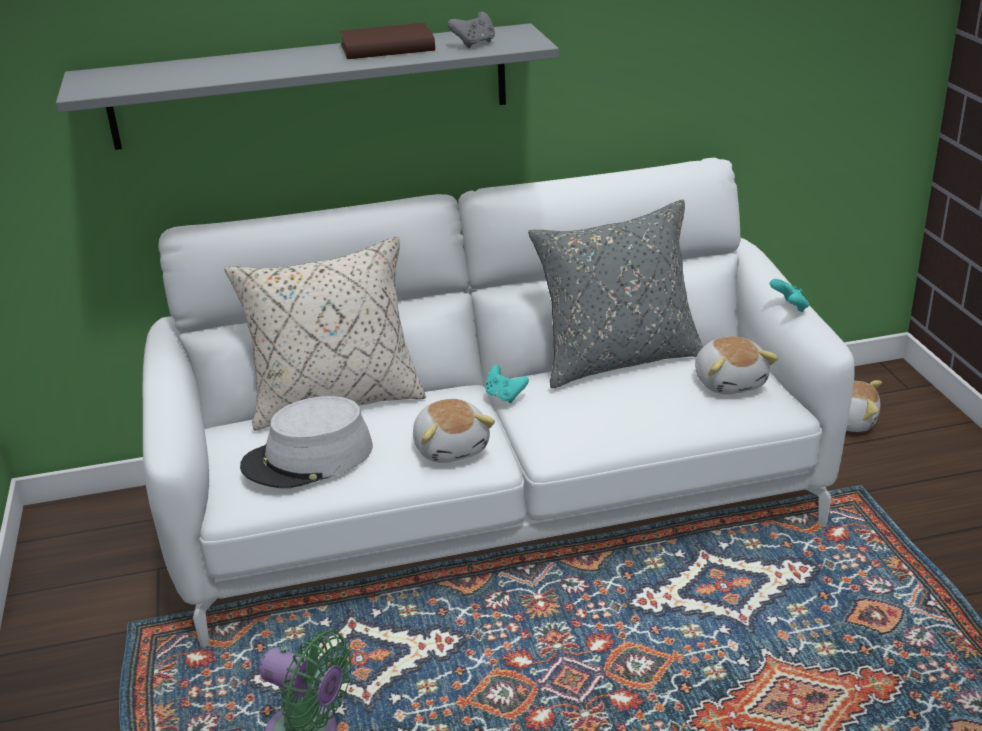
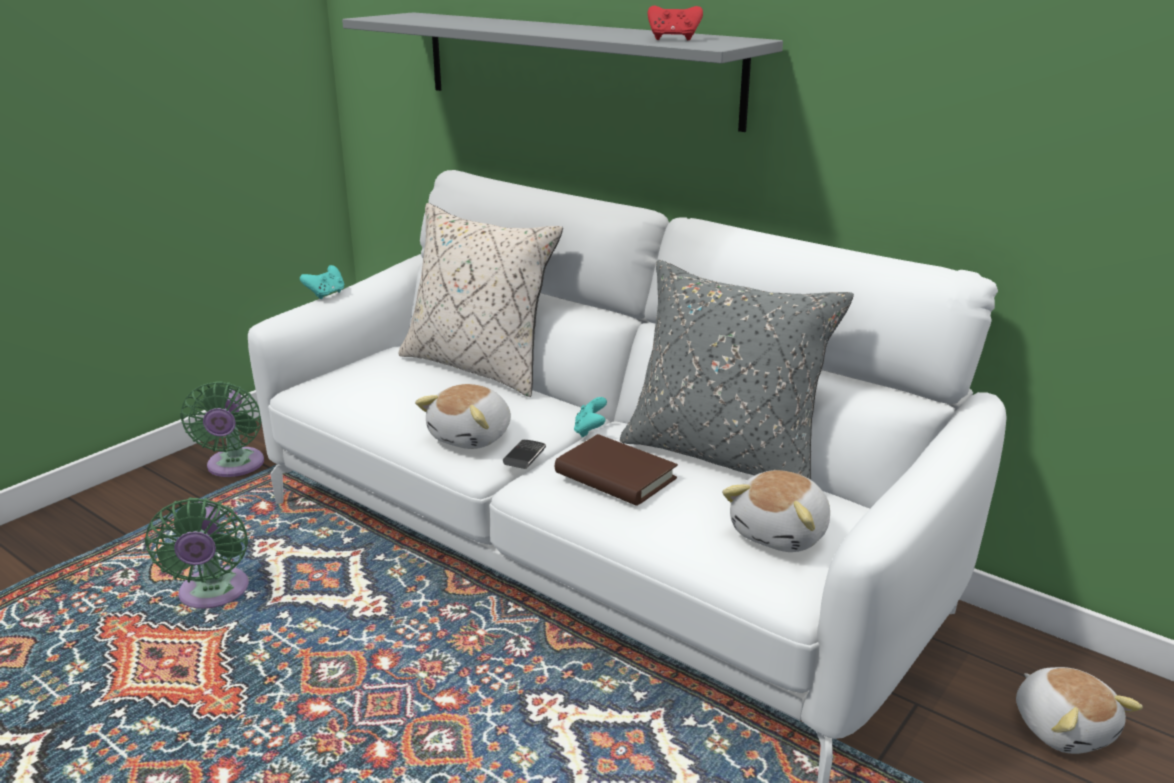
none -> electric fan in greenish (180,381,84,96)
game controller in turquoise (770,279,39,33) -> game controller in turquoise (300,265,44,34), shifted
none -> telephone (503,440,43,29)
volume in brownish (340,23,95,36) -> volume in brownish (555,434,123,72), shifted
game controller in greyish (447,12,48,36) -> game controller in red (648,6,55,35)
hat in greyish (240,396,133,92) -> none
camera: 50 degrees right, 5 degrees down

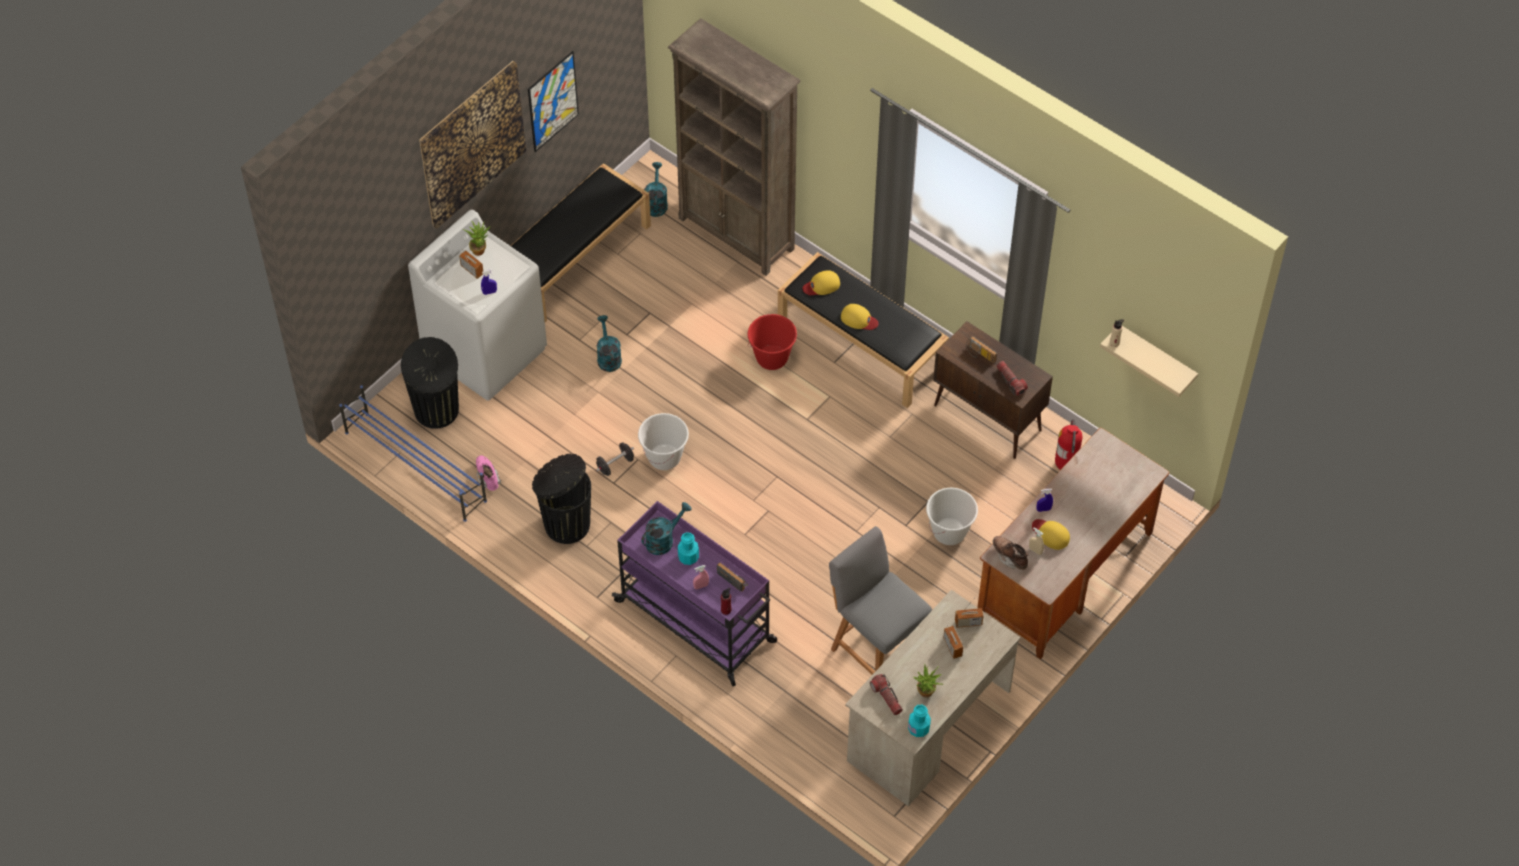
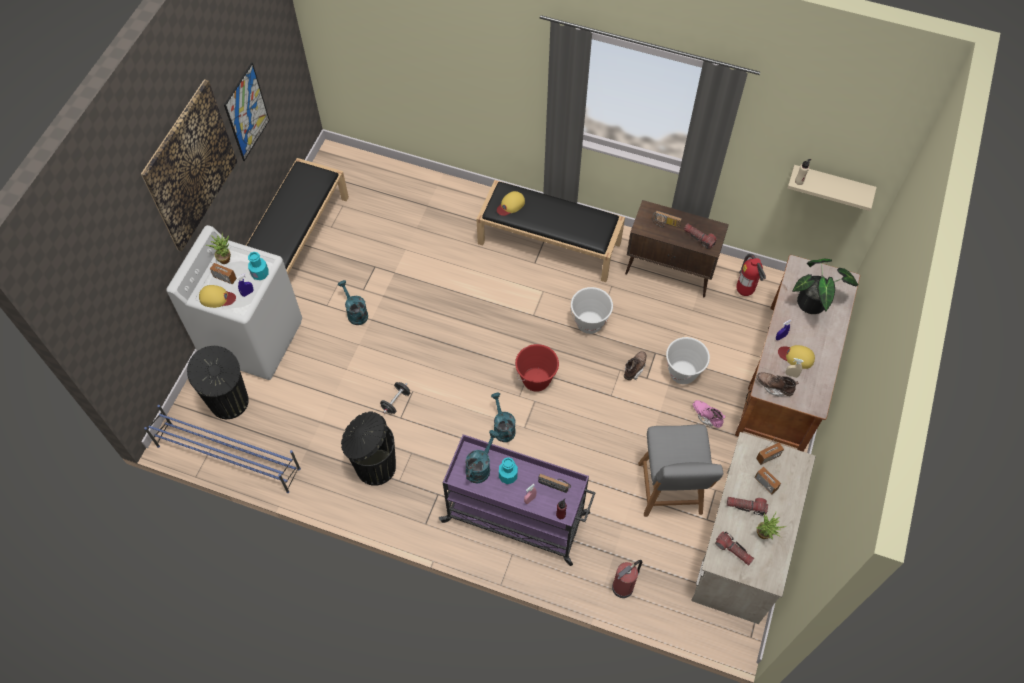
baseball cap in yellow-coloured (841,304,38,26) -> baseball cap in yellow-coloured (199,285,37,23), shifted
bottle in turquoise (908,705,23,32) -> bottle in turquoise (248,252,21,28), shifted
sprinkling can in turquoise (644,162,24,55) -> sprinkling can in turquoise (491,393,25,49), shifted
water bucket in red (747,314,50,56) -> water bucket in red (515,344,44,48), shifted
water bucket in whitish (638,413,51,57) -> water bucket in whitish (571,287,42,47), shifted
none -> extinguisher (612,560,30,38)
none -> boot in brownish (624,351,23,29)
plain chair in greyish (829,526,103,149) -> plain chair in greyish (638,424,85,93), 120 degrees counterclockwise
boot in pink-coloured (476,455,25,36) -> boot in pink-coloured (693,400,32,28), shifted
none -> hand torch (727,497,41,19)
none -> plant in a pot (792,259,66,55)
shelving unit in brownish (668,18,133,258) -> none
camera: 20 degrees left, 5 degrees up

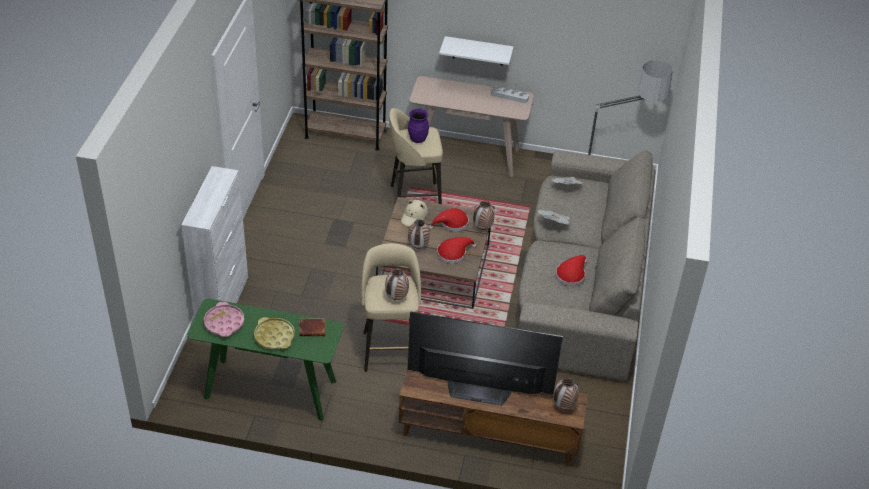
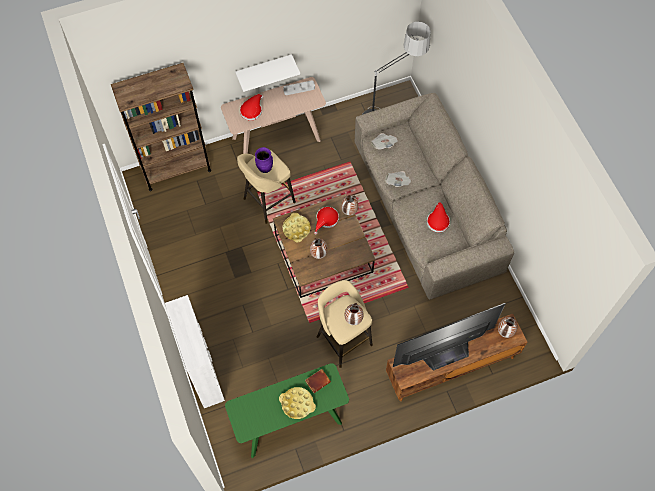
hat in red (437,237,39,27) -> hat in red (240,94,23,26), shifted
hat in beige-coloured (401,200,27,27) -> tray in yellow-coloured (283,213,28,29)
tray in pink-coloured (204,302,40,35) -> none
camera: 30 degrees left, 20 degrees up

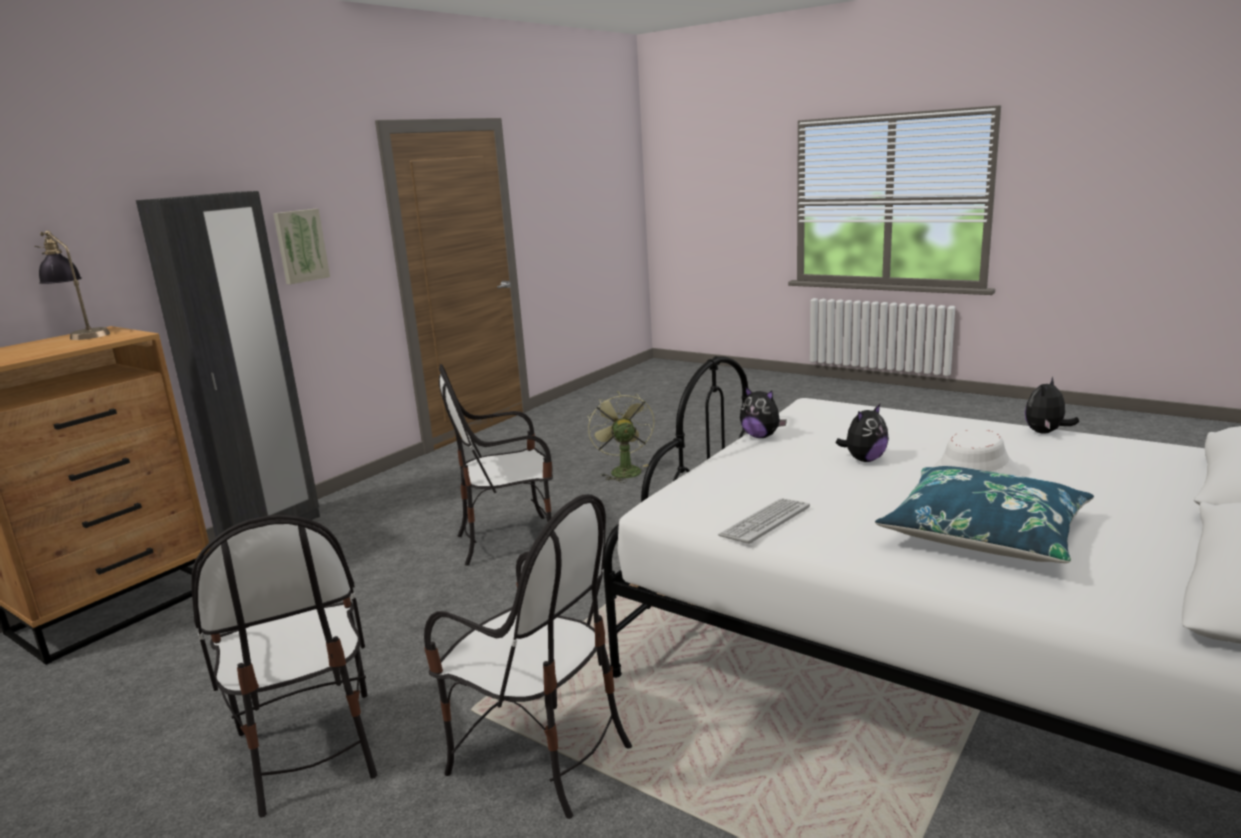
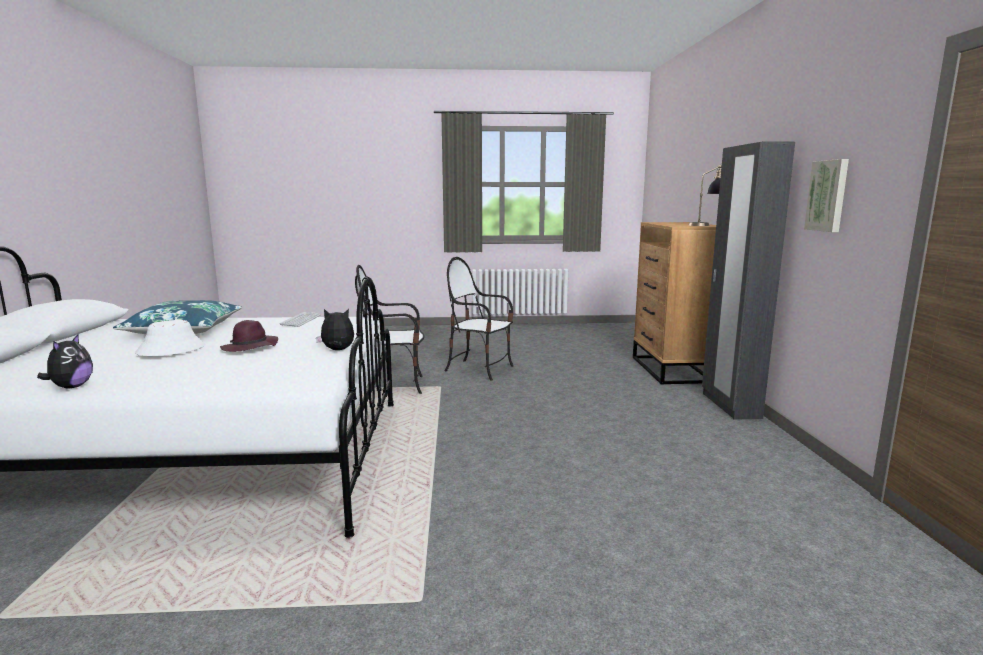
soft toy (836,404,53,58) -> hat in purple-coloured (220,320,58,32)
plain chair (439,364,114,202) -> none
electric fan in greenish (588,391,67,92) -> none
camera: 140 degrees right, 5 degrees down

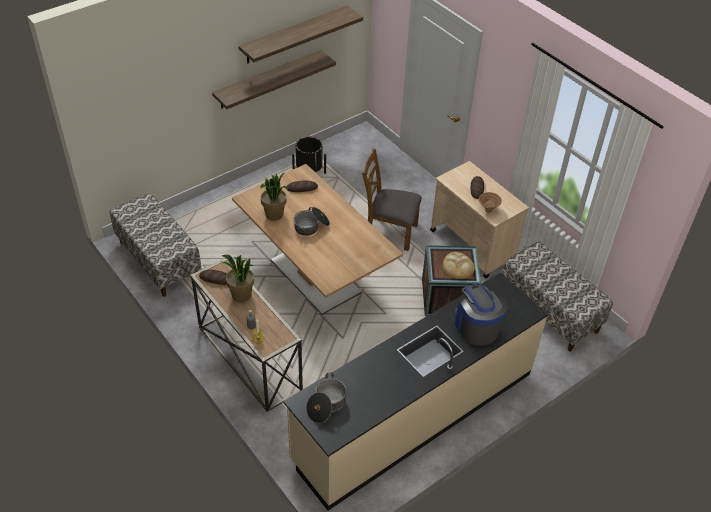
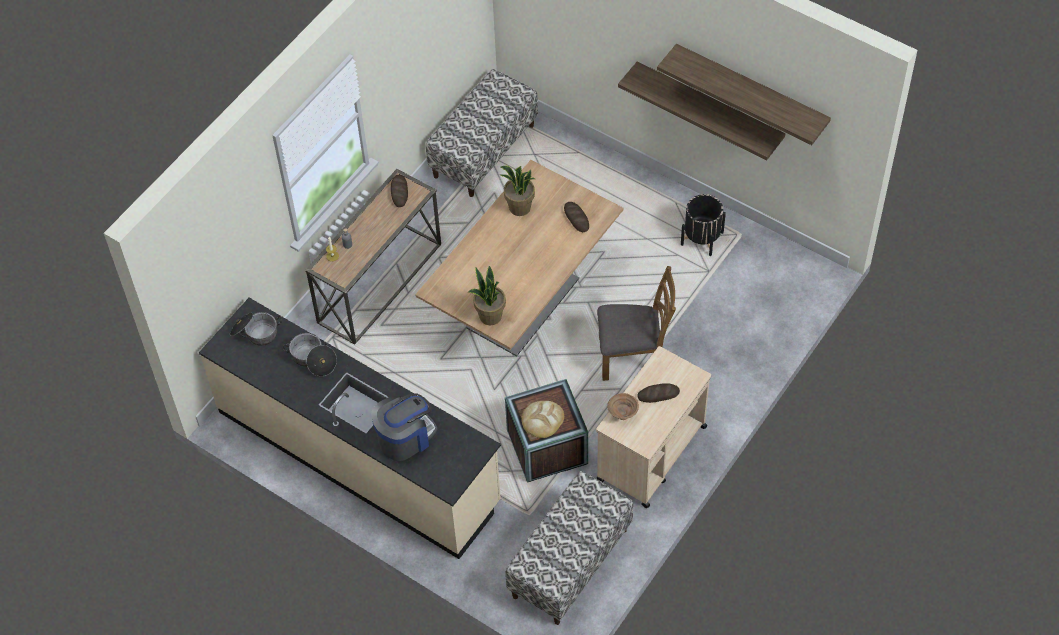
stockpot (294,207,36,29) -> stockpot (283,333,54,43), shifted
plant in a pot (222,255,32,47) -> plant in a pot (469,266,37,59), shifted
plain chair in brownish (362,148,60,103) -> plain chair in brownish (597,266,79,115), 90 degrees clockwise
camera: 75 degrees right, 10 degrees up

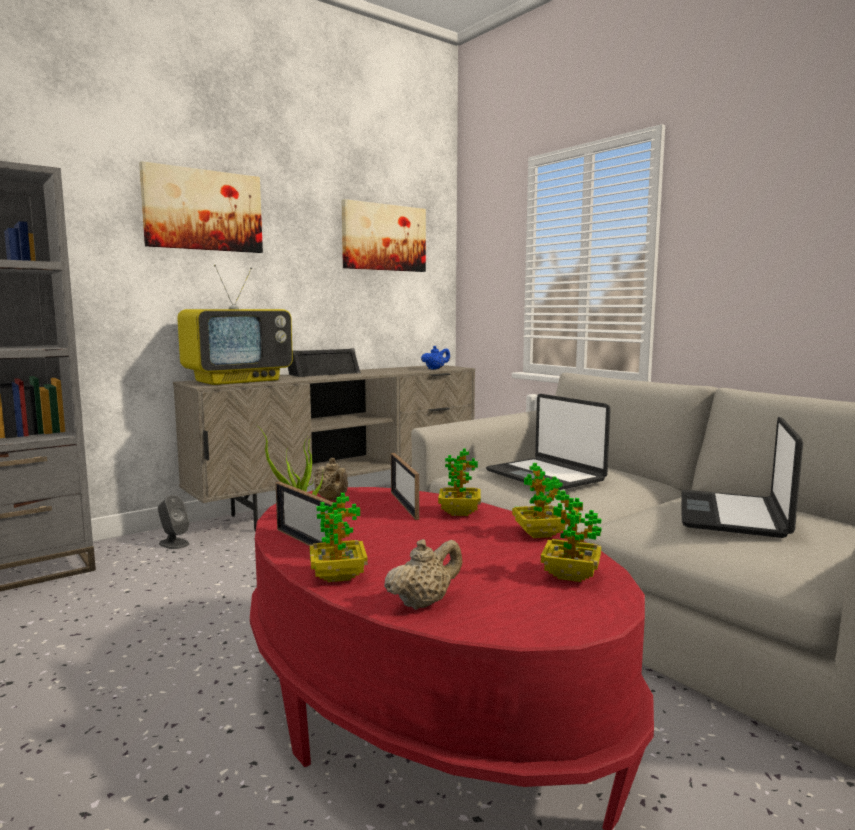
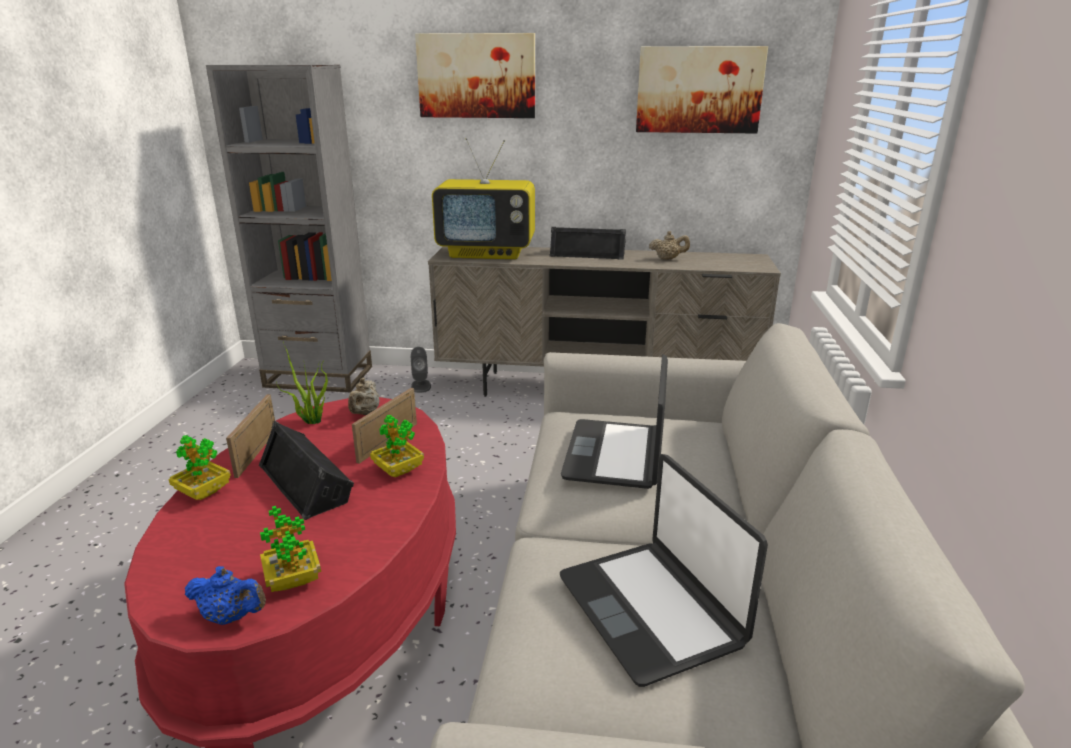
tea pot in blue-coloured (421,346,29,24) -> tea pot in blue-coloured (185,566,81,59), shifted
none -> loudspeaker in black-coloured (259,420,95,100)
laptop (681,417,122,121) -> laptop (560,454,208,233), 90 degrees counterclockwise
tea pot in beige-coloured (384,539,78,71) -> tea pot in beige-coloured (649,231,41,29), shifted
plant in a pot (512,463,55,75) -> none
camera: 45 degrees right, 15 degrees up

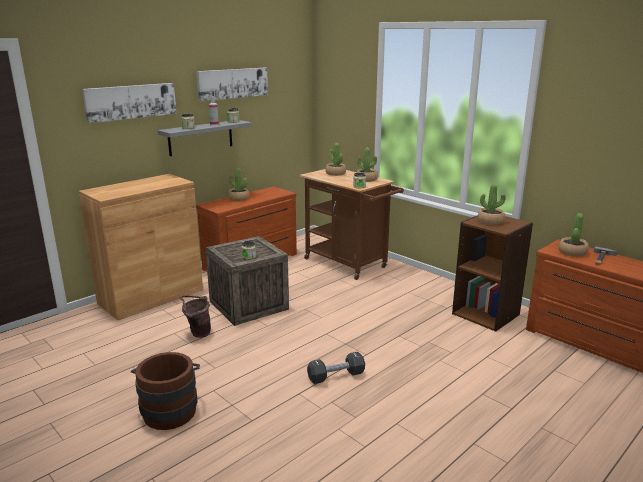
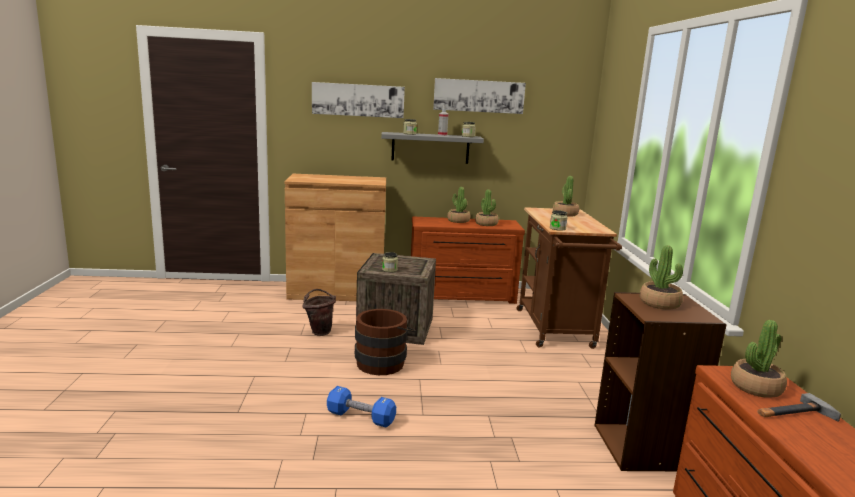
free weight in black-coloured (307,352,58,32) -> free weight in blue-coloured (327,386,69,42)
water bucket in brownish (131,352,69,78) -> water bucket in brownish (355,309,61,66), shifted
plant in a pot (357,148,21,34) -> plant in a pot (475,189,24,37), shifted
camera: 40 degrees right, 5 degrees down

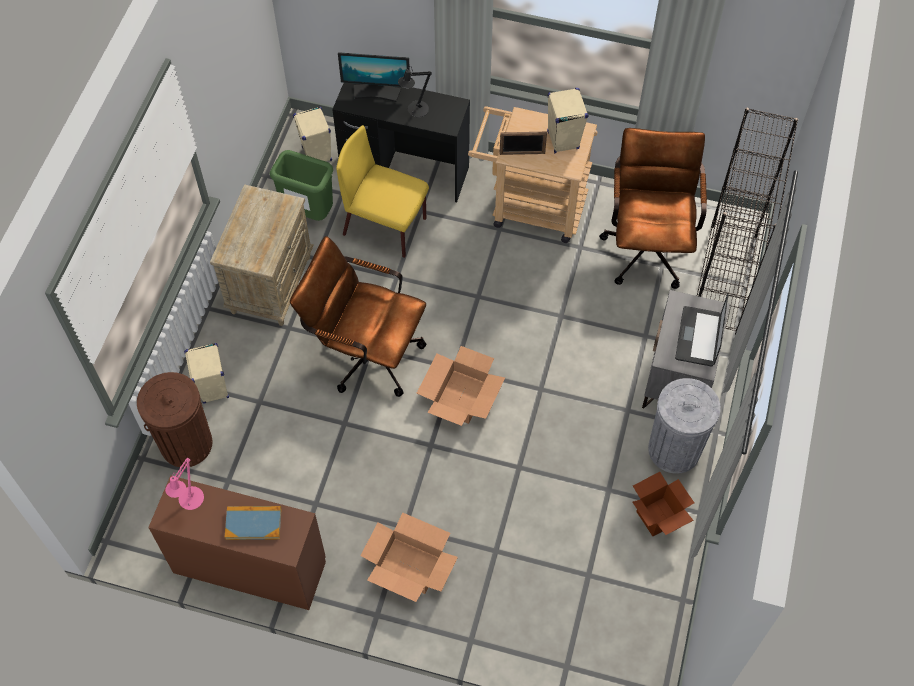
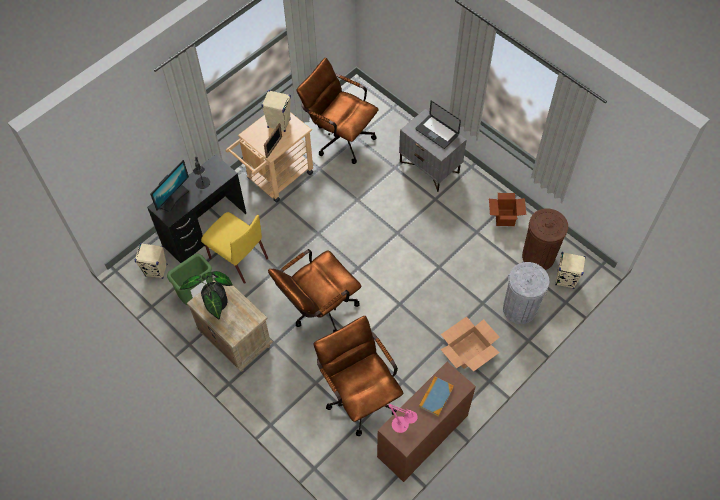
none -> plant in a pot (180,271,53,48)
plain chair in yellow-coloured (336,125,93,133) -> plain chair in yellow-coloured (201,212,67,72), 105 degrees counterclockwise
none -> desk chair in brownish (314,316,89,120)
waste bin in greyish (648,378,73,96) -> waste bin in greyish (503,262,46,62), shifted
waste bin in brownish (137,372,76,96) -> waste bin in brownish (522,209,46,61), shifted
loudspeaker in beige-coloured (184,343,45,60) -> loudspeaker in beige-coloured (555,252,31,37), shifted
carton (417,346,88,80) -> none
shelving unit in black-coloured (697,108,101,227) -> none
camera: 60 degrees left, 0 degrees up

